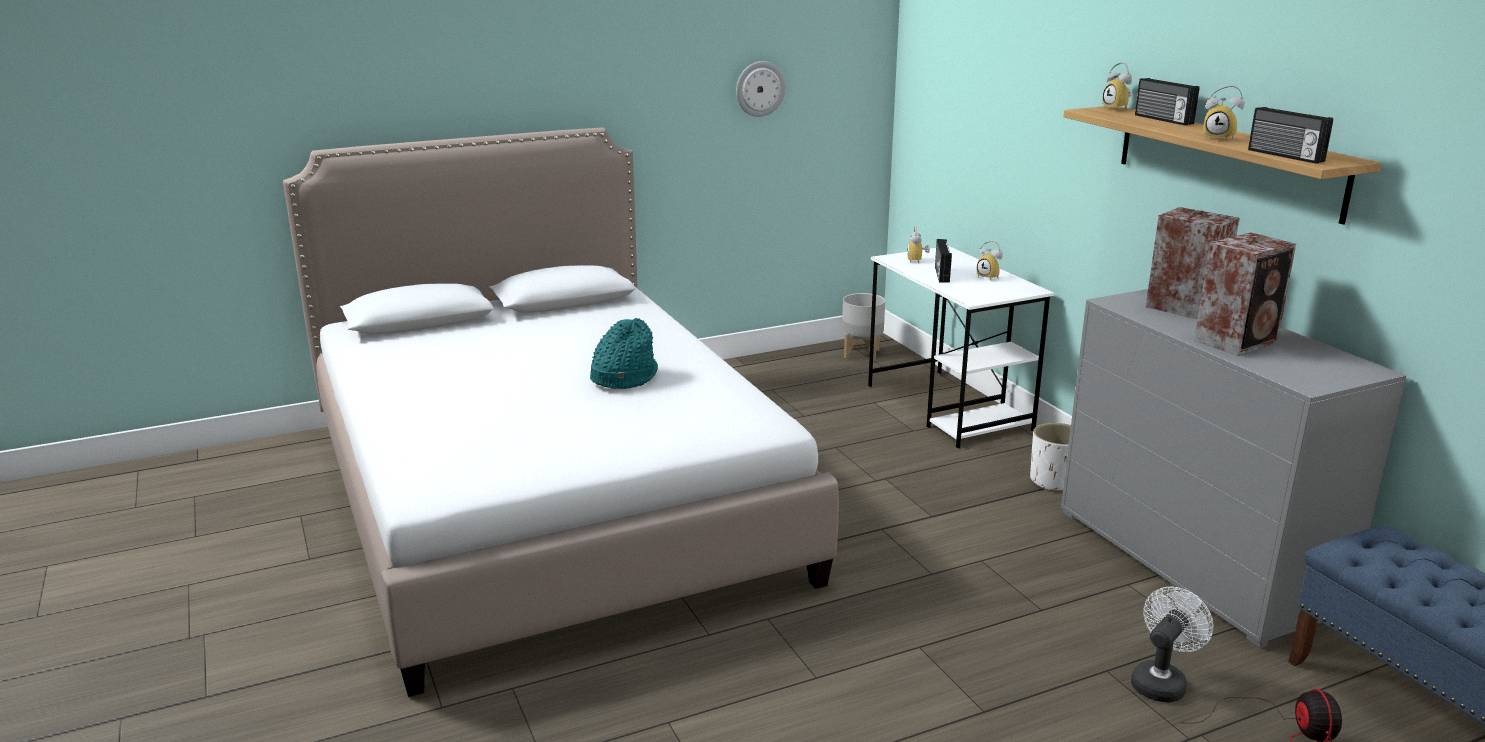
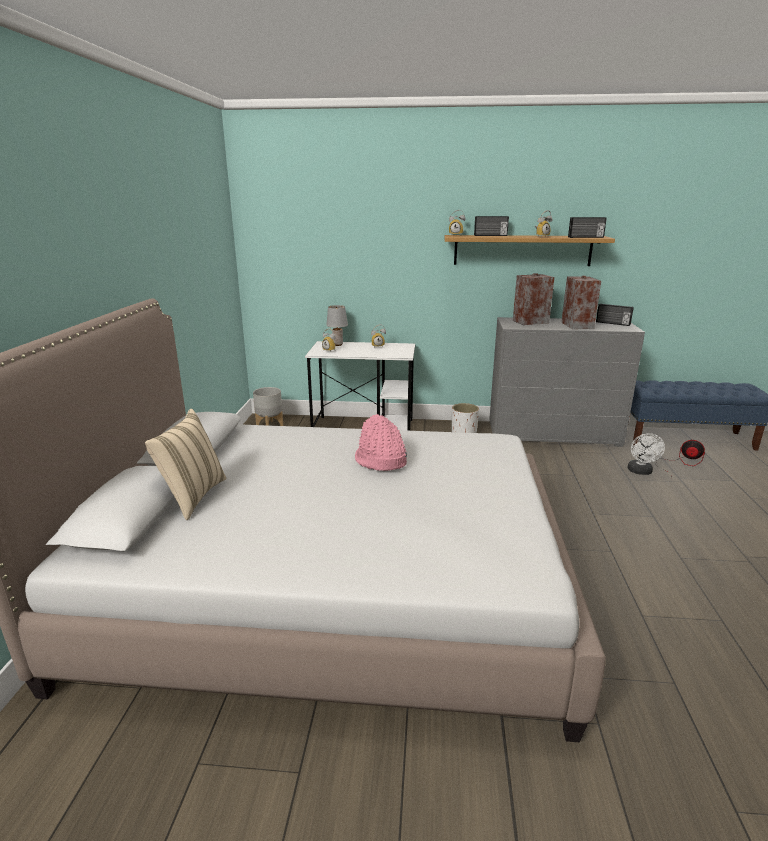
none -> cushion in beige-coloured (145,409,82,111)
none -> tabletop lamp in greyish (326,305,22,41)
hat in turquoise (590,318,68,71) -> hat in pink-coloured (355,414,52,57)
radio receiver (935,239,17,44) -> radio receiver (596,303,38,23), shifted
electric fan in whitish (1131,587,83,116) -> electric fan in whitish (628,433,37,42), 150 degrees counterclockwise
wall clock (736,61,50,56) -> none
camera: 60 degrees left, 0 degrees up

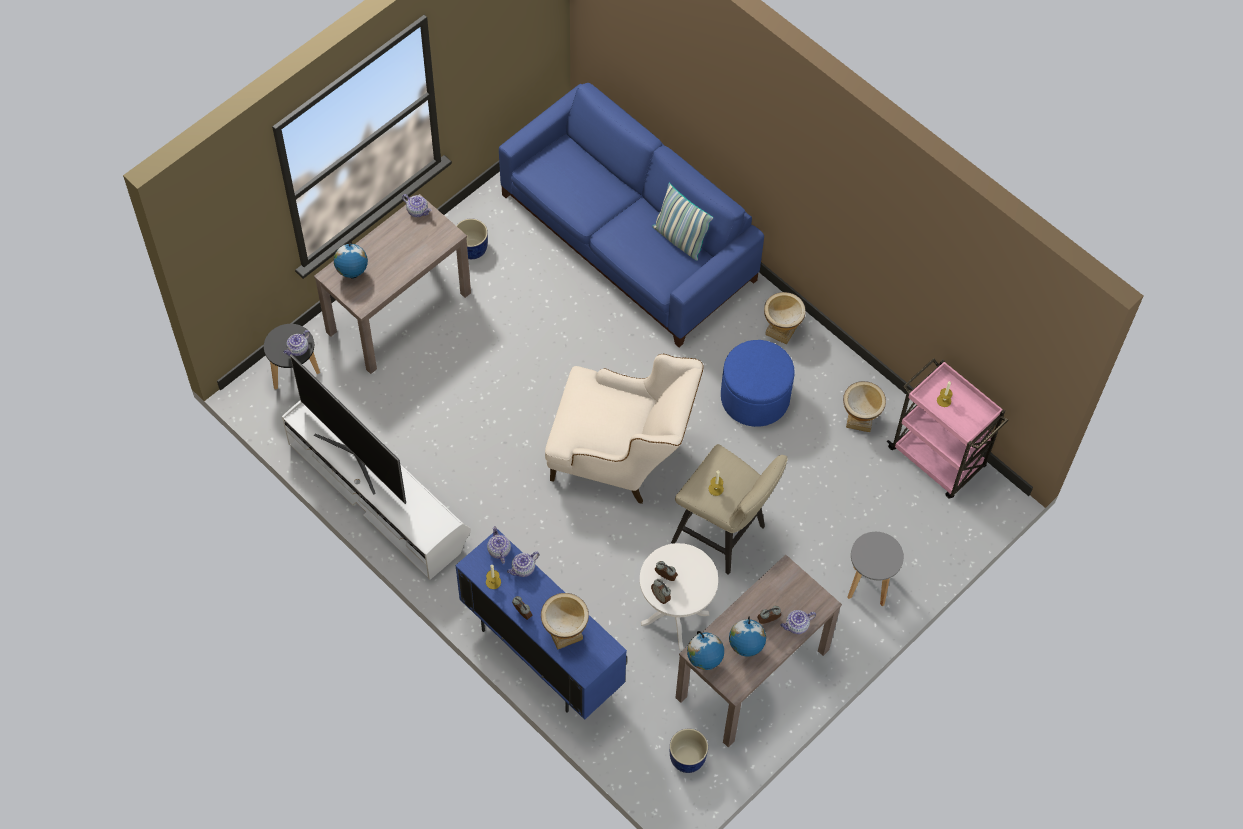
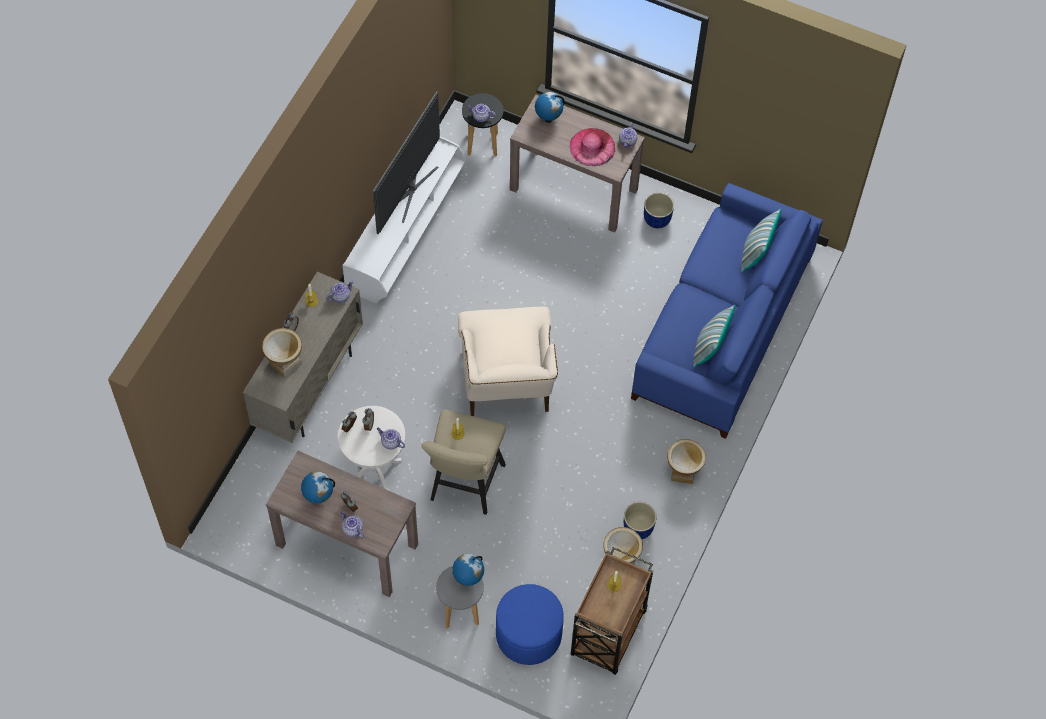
cabinet in blue-coloured (455,529,172,191) -> cabinet in beige-coloured (243,272,120,171)
tea pot (507,551,32,26) -> tea pot (377,428,28,21), shifted
world globe (687,631,37,39) -> world globe (452,554,32,32), shifted
pouffe in blue-coloured (721,340,74,87) -> pouffe in blue-coloured (496,584,68,81), shifted
none -> hat in pink-coloured (570,128,45,38)
wheeled cart in pink-coloured (887,358,122,141) -> wheeled cart in brownish (571,547,82,128)
flower pot in blue-coloured (670,728,38,45) -> flower pot in blue-coloured (624,502,33,37), shifted
none -> cushion (741,209,40,63)
camera: 70 degrees right, 0 degrees up

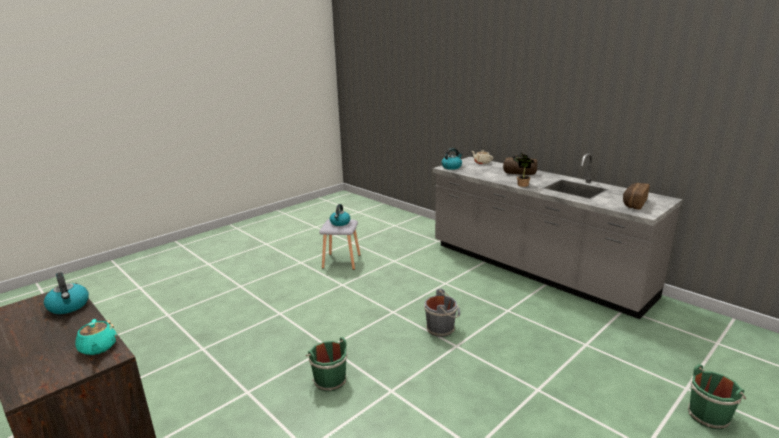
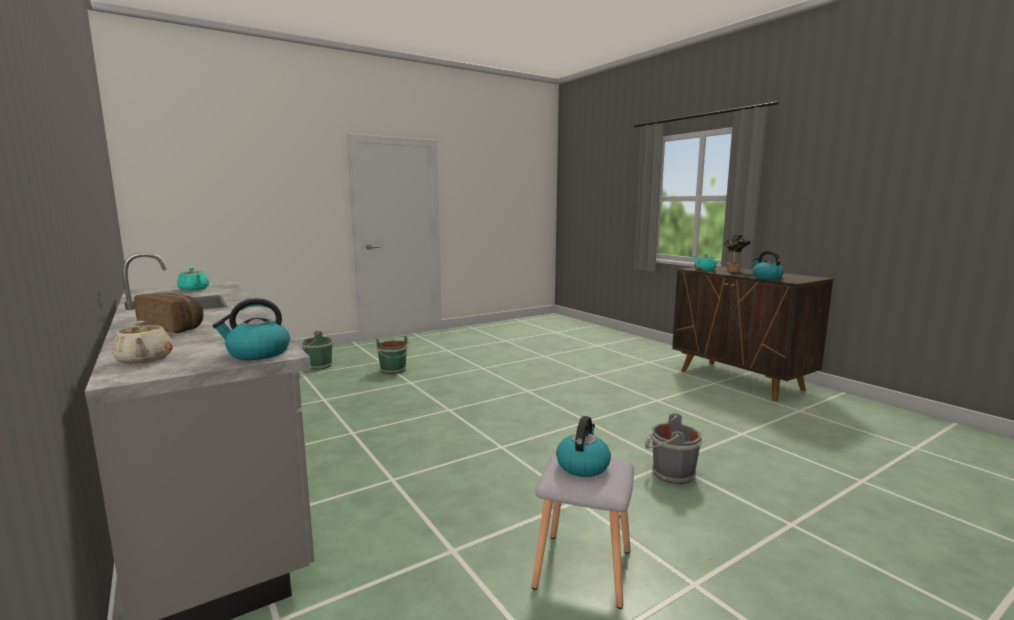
bread (623,183,27,27) -> tea pot in turquoise (177,268,32,23)
water bucket in greenish (306,337,41,55) -> water bucket in greenish (376,336,33,38), shifted
water bucket in greyish (424,289,36,48) -> water bucket in greyish (645,413,57,71), shifted
plant in a pot (512,152,23,35) -> plant in a pot (724,235,27,37), shifted
camera: 170 degrees left, 10 degrees down

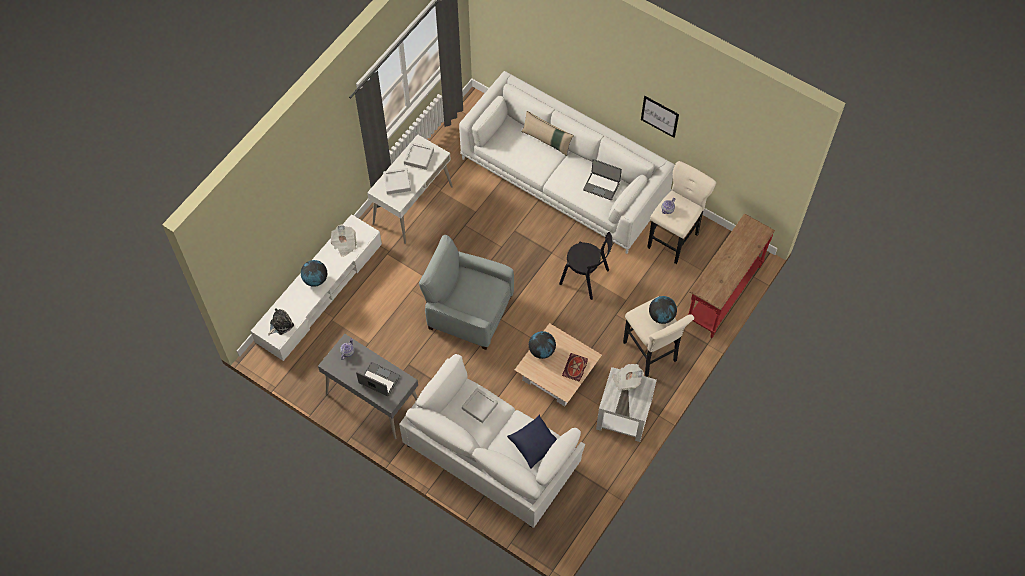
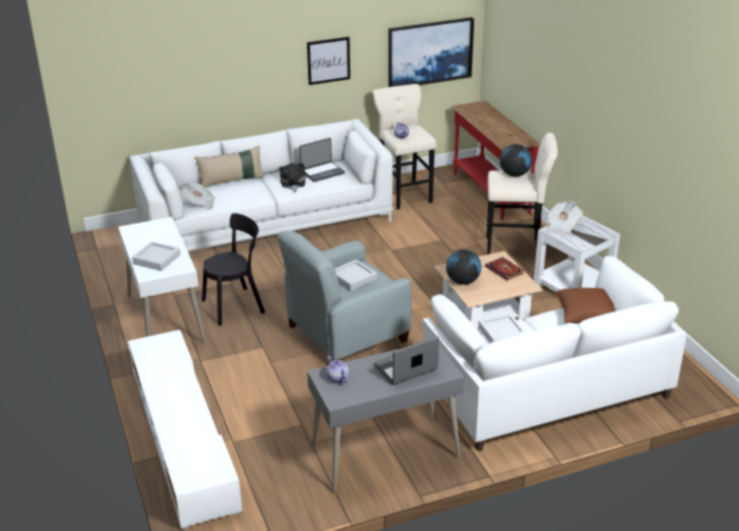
printed paper (331,224,26,33) -> printed paper (182,183,33,25), shifted
plain chair in black-coloured (559,232,54,68) -> plain chair in black-coloured (202,213,63,113), shifted
soft toy (268,308,26,27) -> soft toy (279,163,27,29), shifted
tray in greyish (404,142,30,28) -> tray in greyish (335,260,42,31), shifted
none -> picture (388,17,86,70)
cushion in blue-coloured (507,414,50,55) -> cushion in brownish (555,288,61,36)
world globe (301,260,26,27) -> none
camera: 55 degrees left, 30 degrees down

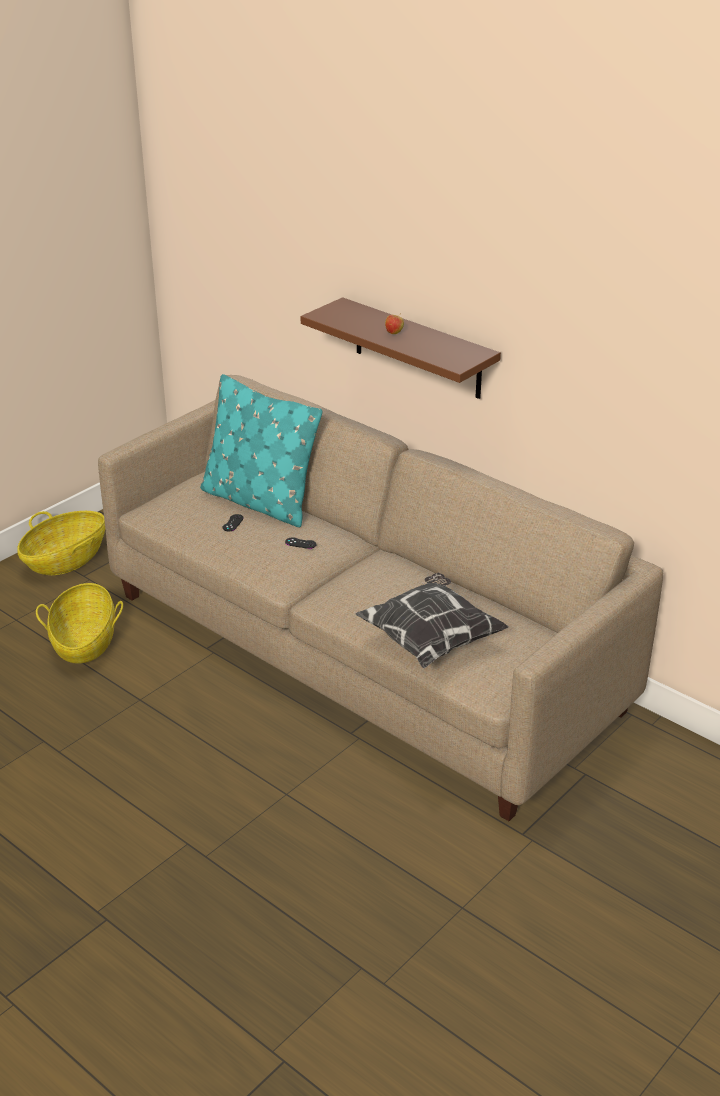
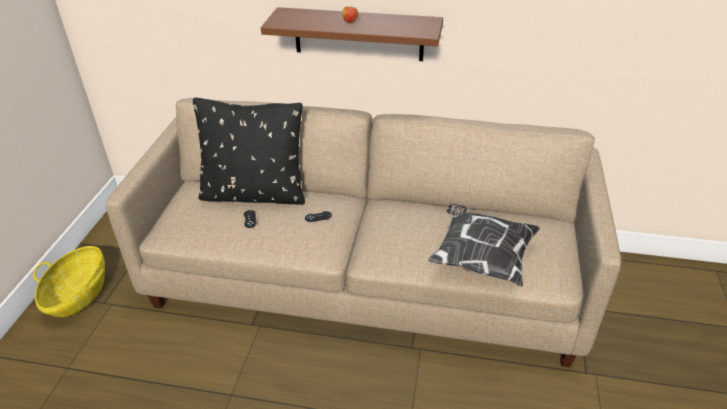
cushion in turquoise (200,374,122,154) -> cushion in black-coloured (193,97,112,108)
storage basket (36,583,87,81) -> none
camera: 30 degrees left, 5 degrees up

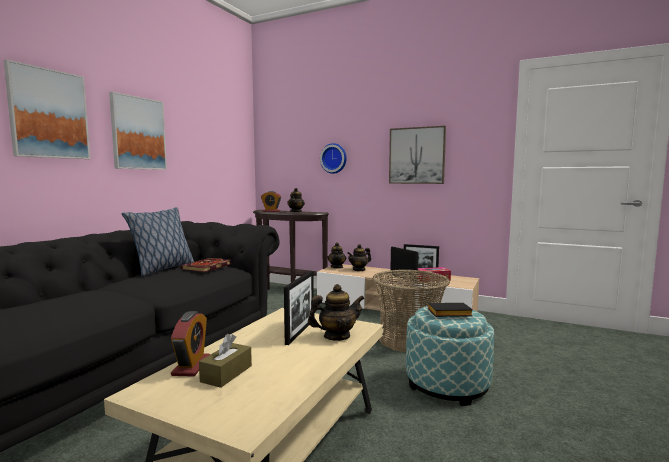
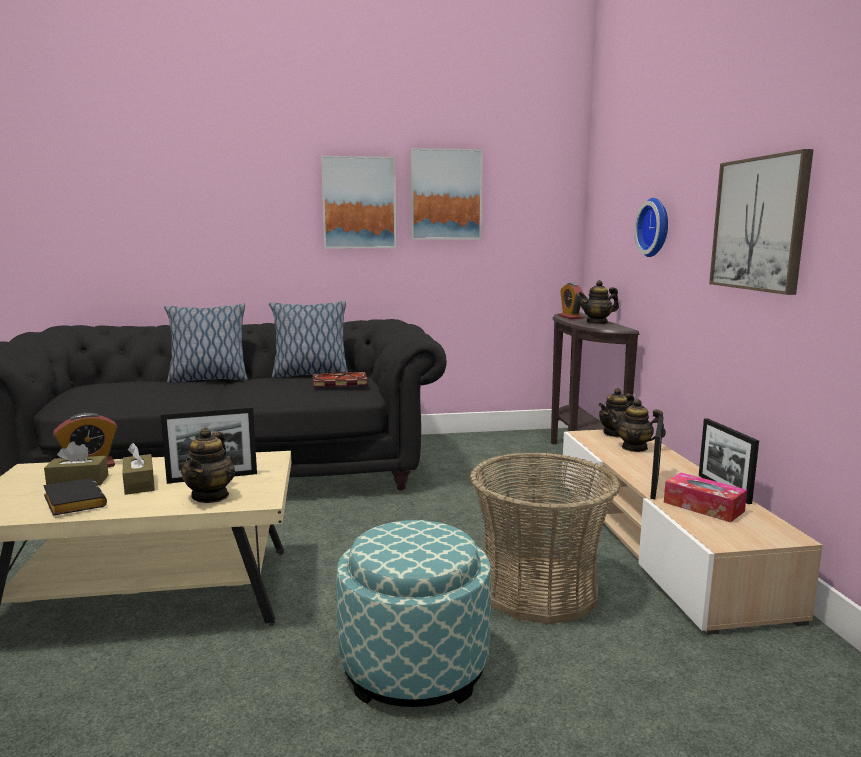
volume in black-coloured (428,303,45,14) -> volume in black-coloured (43,478,64,38), shifted
none -> tissue box in brownish (122,443,33,52)
none -> cushion (164,304,84,79)
tea pot (308,284,57,57) -> tea pot (181,427,54,76), 60 degrees clockwise
picture (3,60,87,99) -> picture (411,148,72,92), shifted
camera: 55 degrees right, 5 degrees up

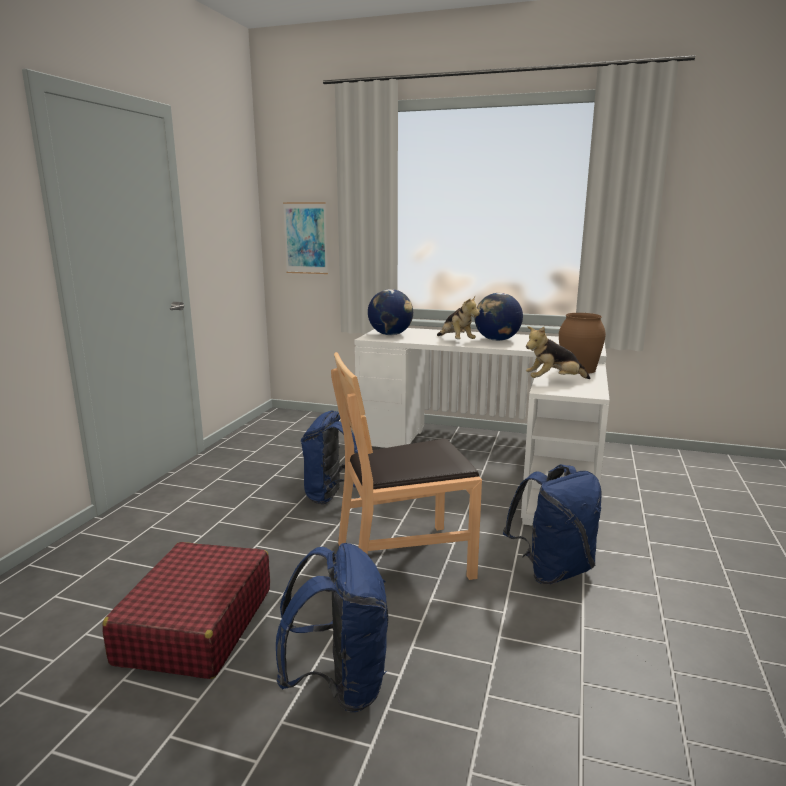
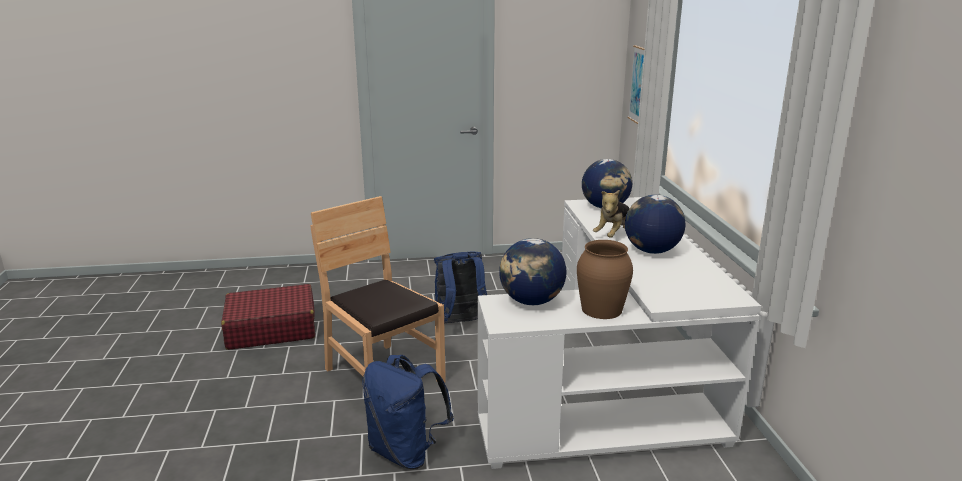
soft toy (526,326,64,53) -> world globe (499,238,67,67)
backpack in blue-coloured (276,543,112,169) -> none
camera: 65 degrees right, 5 degrees up

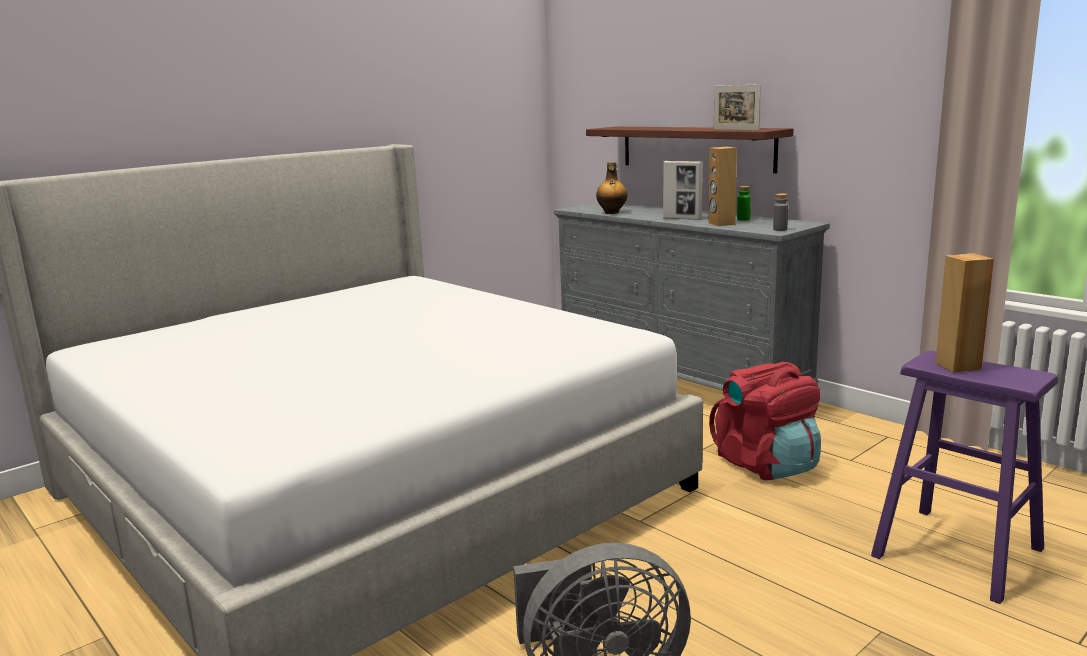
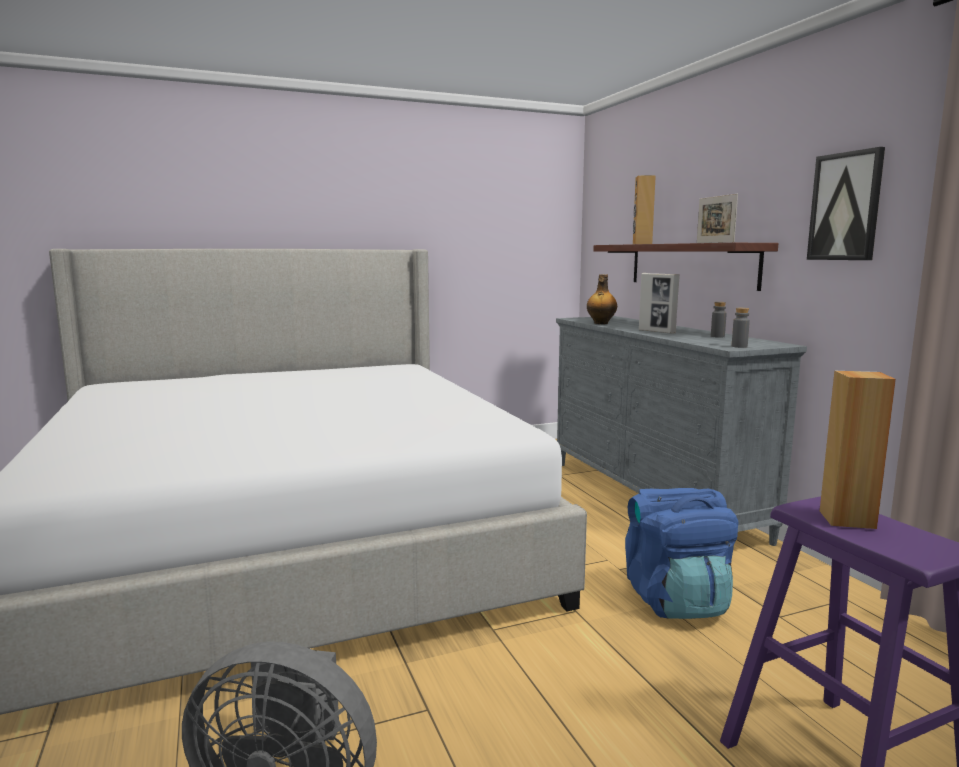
backpack in red (709,362,112,118) -> backpack in blue-coloured (625,488,113,131)
loudspeaker in brownish (708,147,29,79) -> loudspeaker in brownish (633,175,23,69), shifted
bottle in greenish (737,186,14,35) -> bottle in greyish (711,302,16,36)
none -> picture (807,147,78,113)
camera: 20 degrees right, 5 degrees down

